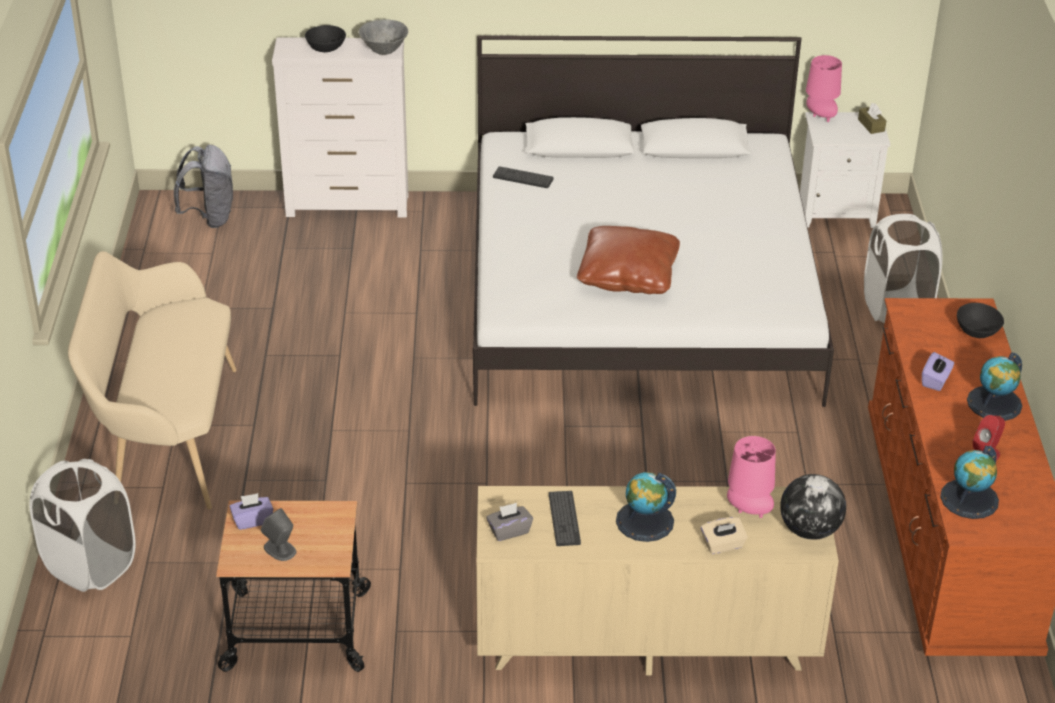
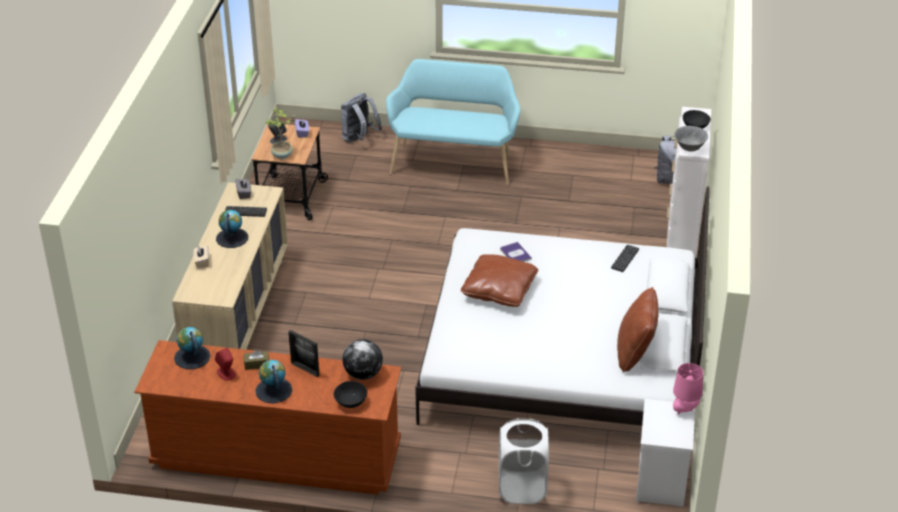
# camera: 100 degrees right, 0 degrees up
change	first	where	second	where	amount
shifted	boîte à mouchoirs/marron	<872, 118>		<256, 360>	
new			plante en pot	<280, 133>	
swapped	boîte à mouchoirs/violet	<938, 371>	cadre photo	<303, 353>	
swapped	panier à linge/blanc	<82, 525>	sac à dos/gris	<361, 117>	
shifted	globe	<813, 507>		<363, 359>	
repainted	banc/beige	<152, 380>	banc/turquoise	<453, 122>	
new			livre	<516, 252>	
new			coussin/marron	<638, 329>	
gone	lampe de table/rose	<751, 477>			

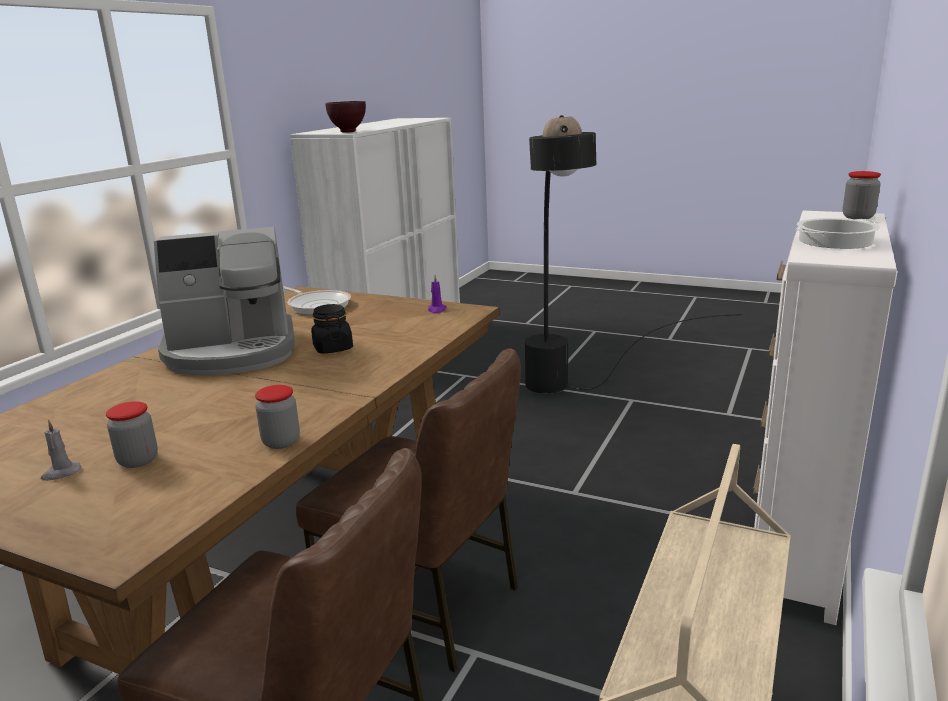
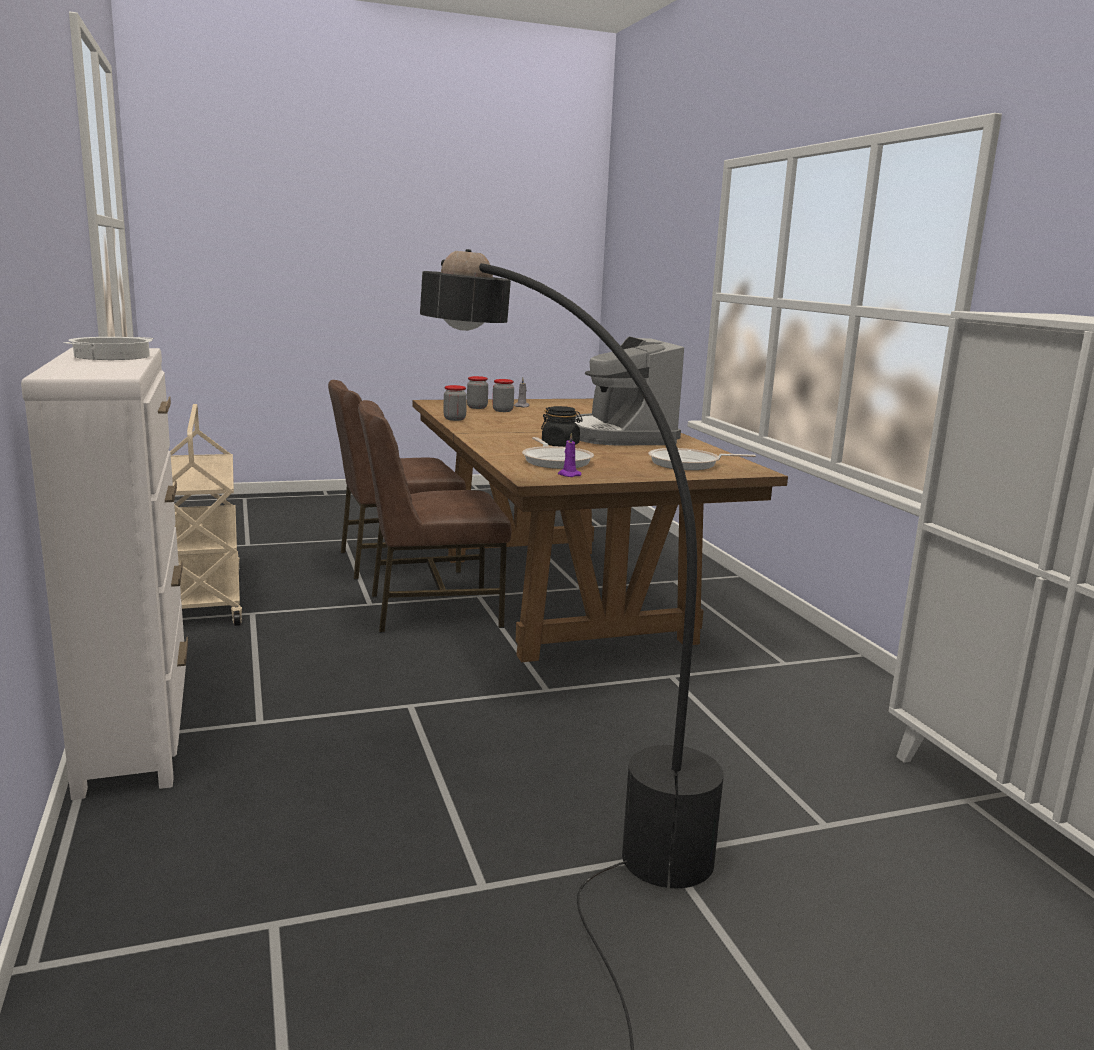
# camera: 135 degrees right, 5 degrees down
change	first	where	second	where	amount
shifted	bocal	<862, 195>		<477, 392>	
new			poêle	<558, 453>	
rotated	machine à café	<224, 301>		<629, 390>	45 degrees counterclockwise
gone	bol/marron	<345, 117>			

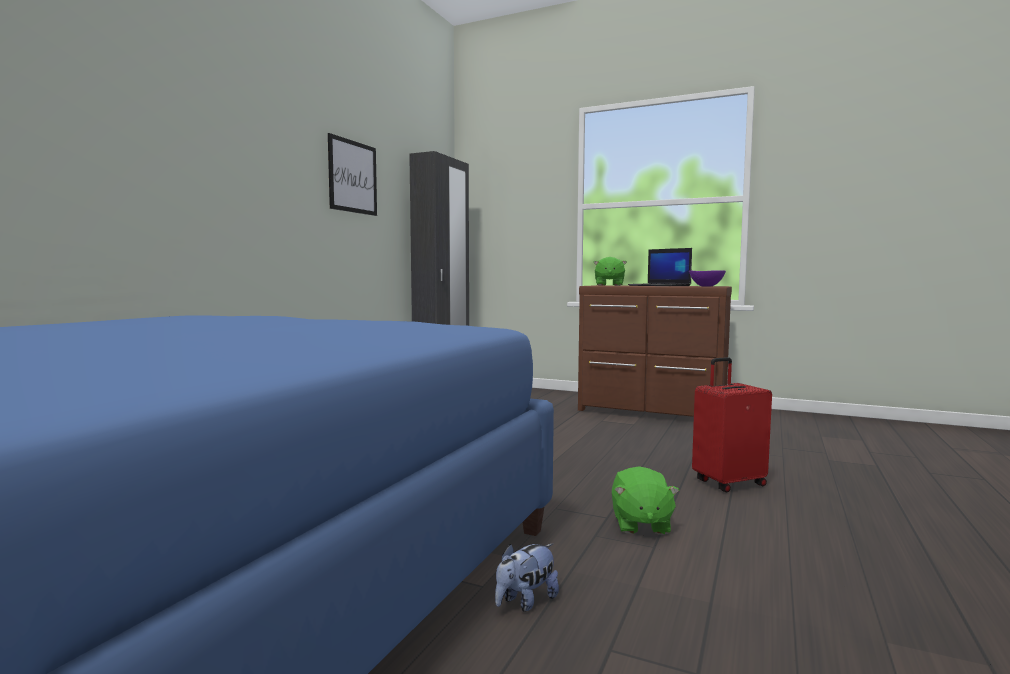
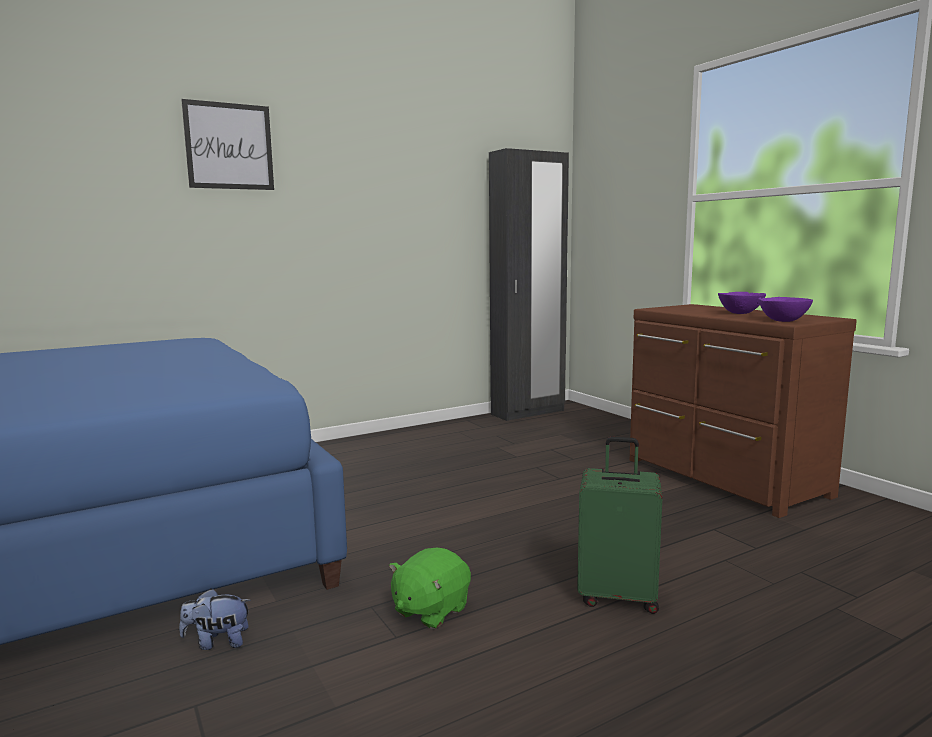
# camera: 35 degrees right, 5 degrees up
change	first	where	second	where	amount
shifted	tableau	<352, 174>		<227, 144>	
repainted	valise/rouge	<732, 424>	valise/vert	<619, 525>	
swapped	ordinateur portable	<660, 267>	bol/violet	<742, 303>	
gone	peluche/vert	<610, 271>			

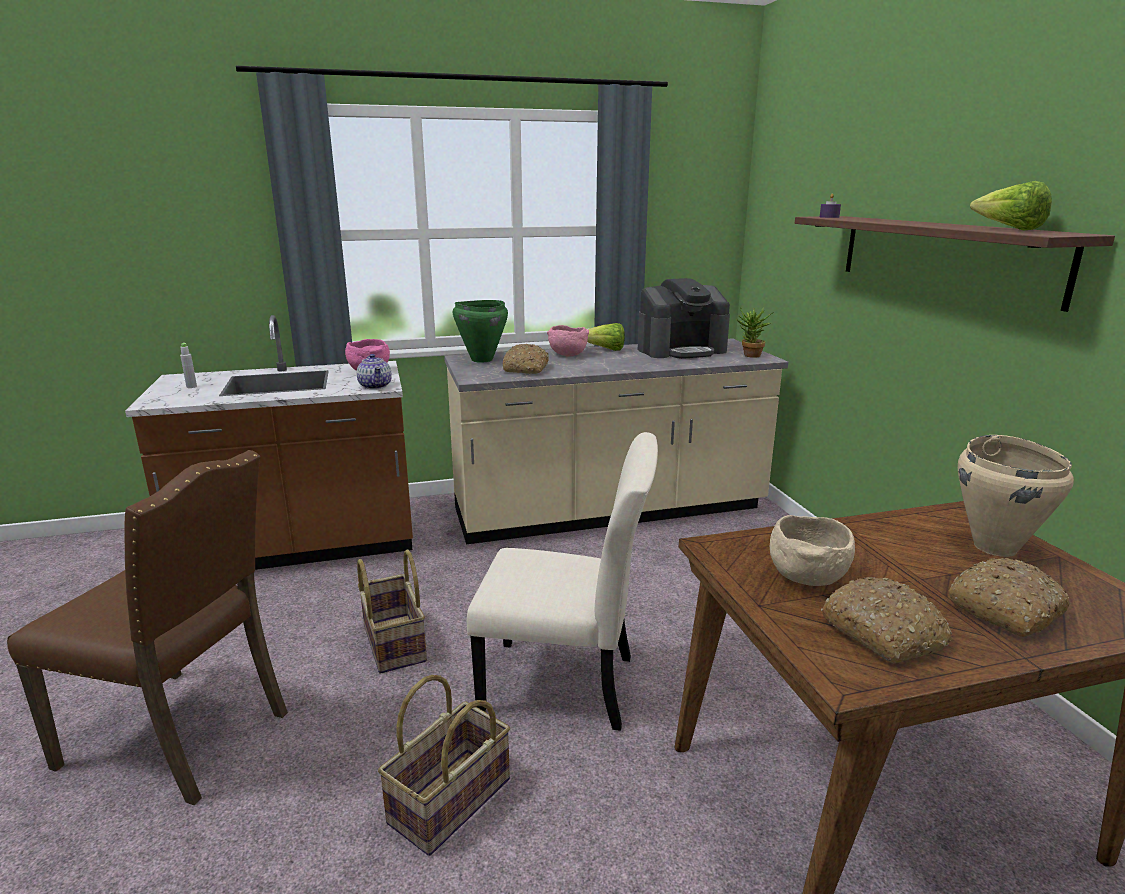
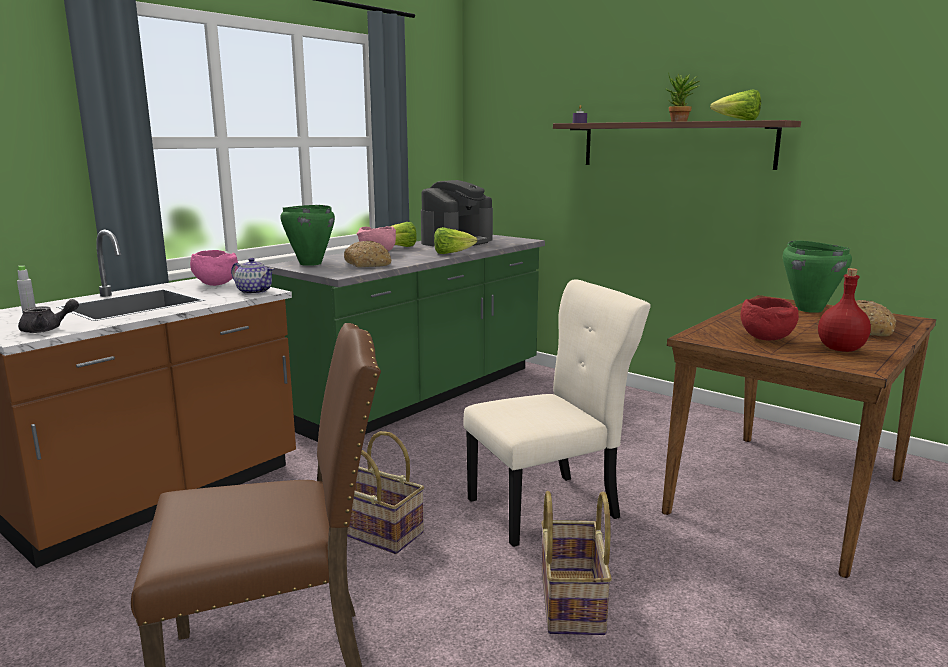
# camera: 35 degrees left, 5 degrees down
change	first	where	second	where	amount
new			théière/gris	<48, 316>	
repainted	comptoir de cuisine/beige	<616, 441>	comptoir de cuisine/vert	<404, 338>	
new			laitue	<455, 240>	
shifted	plante en pot	<755, 332>		<682, 98>	
repainted	bol/beige	<812, 550>	bol/rouge	<769, 319>	
repainted	marmite/beige	<1016, 496>	marmite/vert	<817, 276>	
swapped	pain	<886, 620>	bouteille/rouge	<844, 310>	

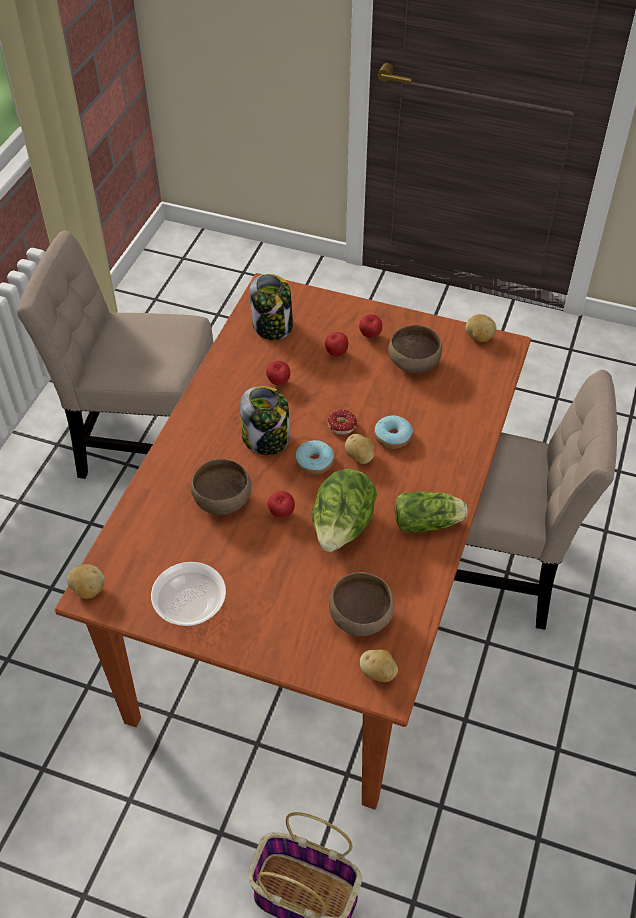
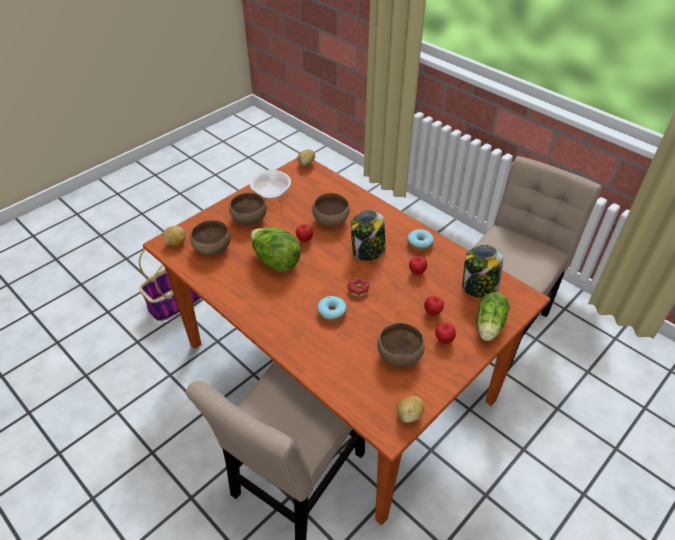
# camera: 115 degrees right, 5 degrees down
change	first	where	second	where	amount
new			bol/marron	<248, 209>	
shifted	beignet	<314, 457>		<420, 240>	
shifted	laitue	<431, 512>		<493, 317>	
gone	pomme de terre	<359, 449>			

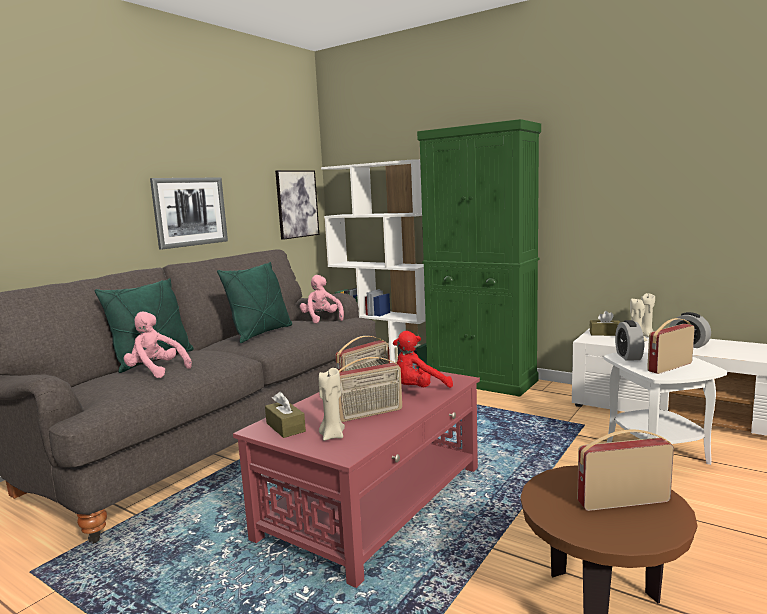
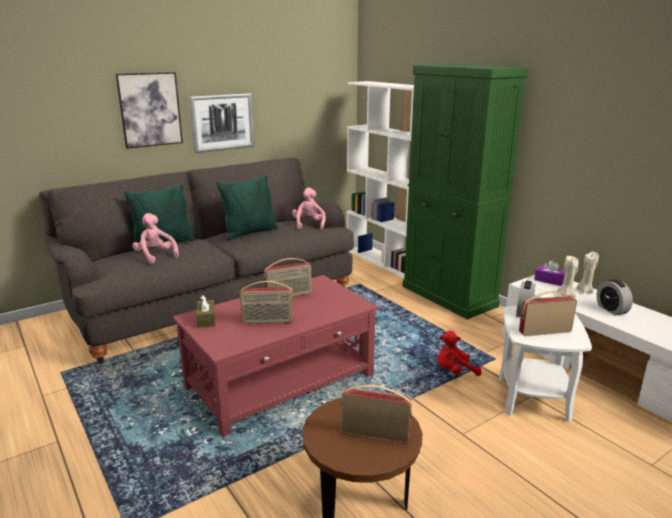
# camera: 20 degrees right, 10 degrees up
change	first	where	second	where	amount
shifted	tableau	<297, 205>		<149, 110>	
shifted	peluche/rouge	<423, 359>		<459, 353>	
repainted	boîte à mouchoirs/marron	<604, 323>	boîte à mouchoirs/violet	<549, 273>	
gone	bougie/beige	<332, 404>			

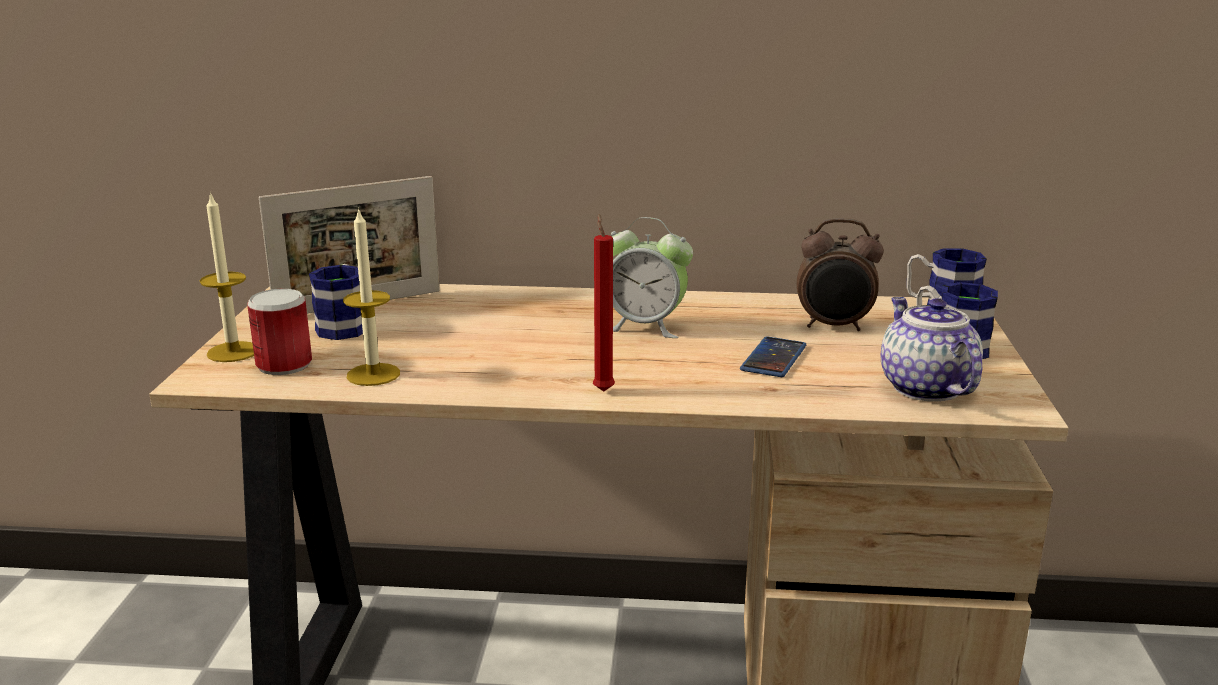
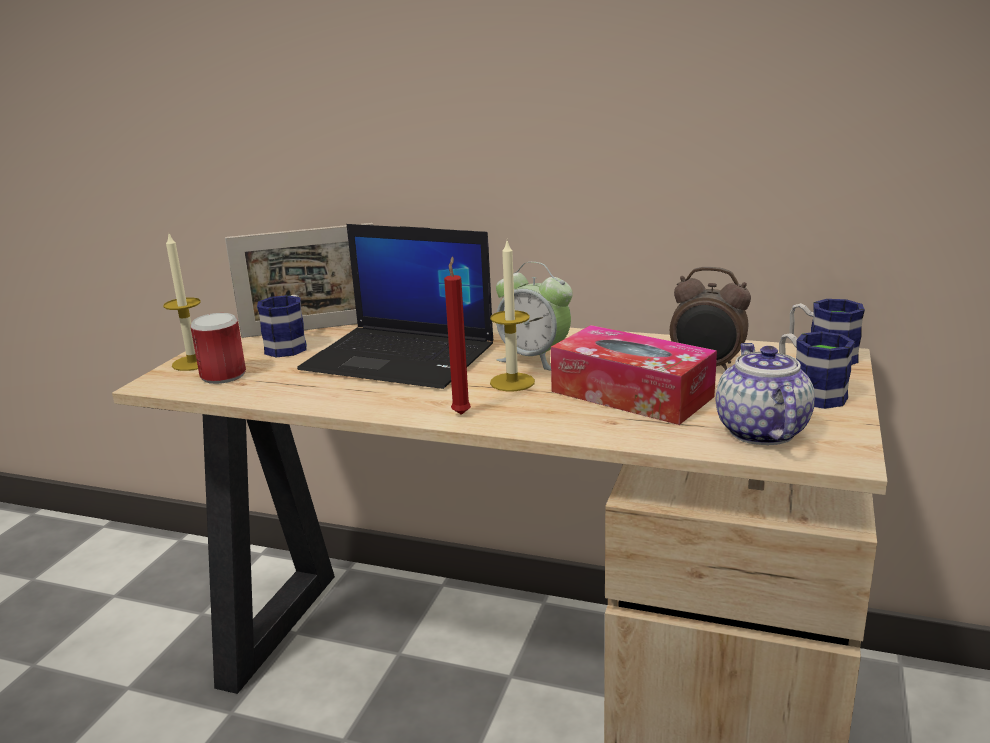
# camera: 15 degrees right, 0 degrees up
change	first	where	second	where	amount
new			ordinateur portable	<395, 306>	
shifted	bougie	<371, 296>		<512, 316>	
swapped	téléphone	<773, 356>	boîte à mouchoirs	<634, 375>	

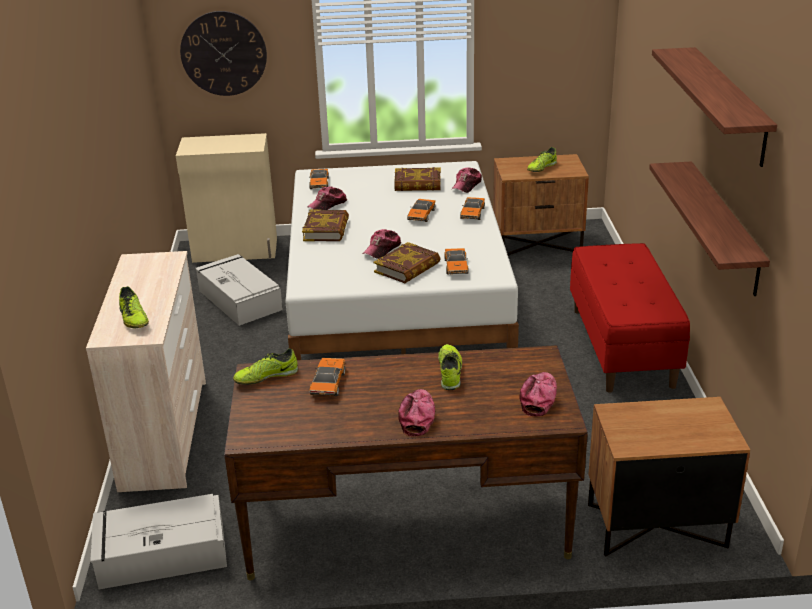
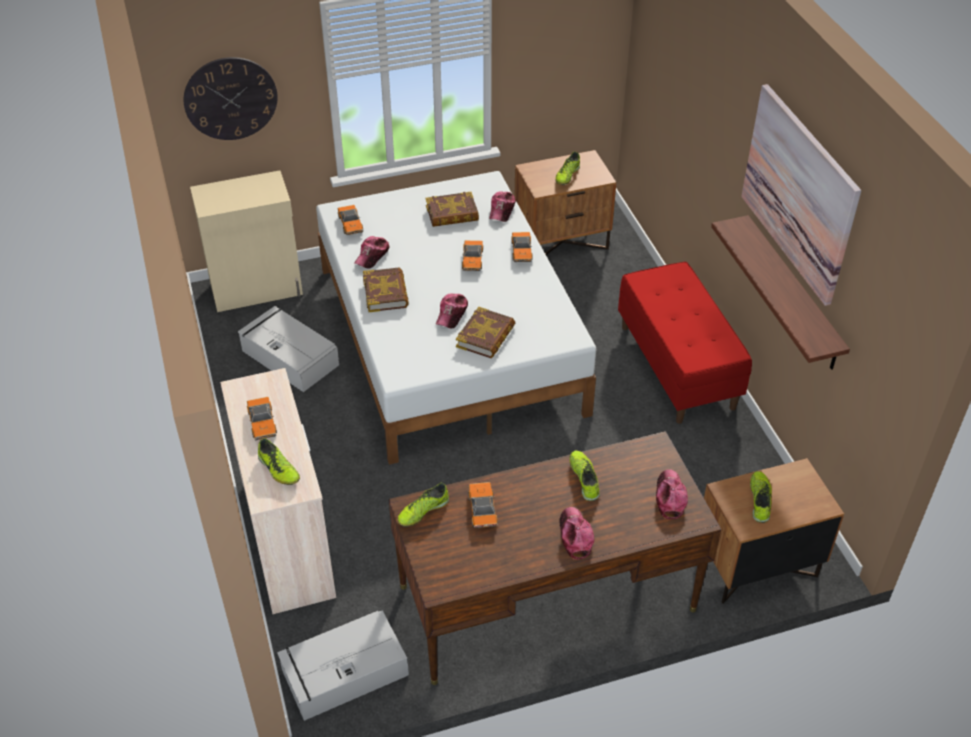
# camera: 15 degrees left, 15 degrees up
change	first	where	second	where	amount
shifted	petite voiture	<456, 261>		<262, 418>	
swapped	étagère	<714, 107>	tableau	<801, 195>	
new			chaussure	<761, 497>	

